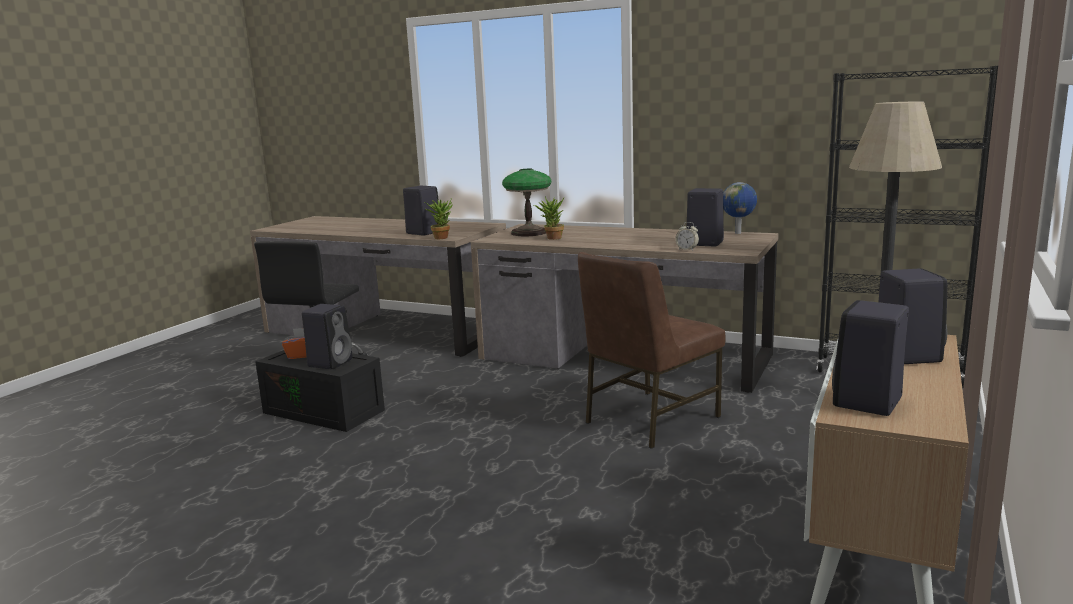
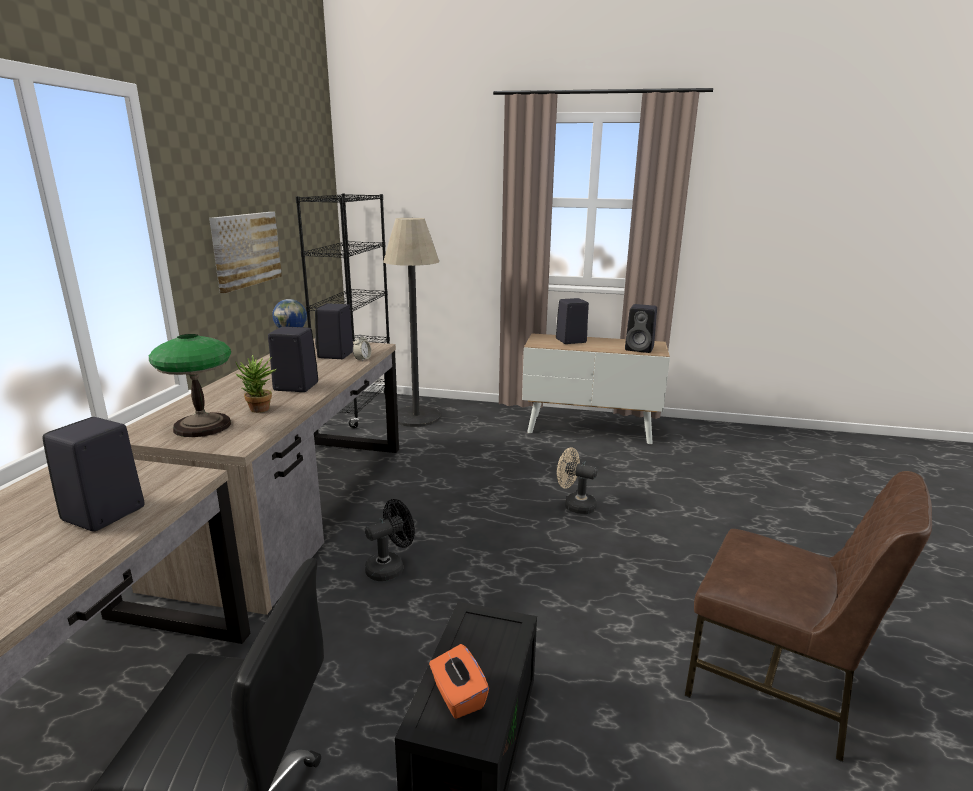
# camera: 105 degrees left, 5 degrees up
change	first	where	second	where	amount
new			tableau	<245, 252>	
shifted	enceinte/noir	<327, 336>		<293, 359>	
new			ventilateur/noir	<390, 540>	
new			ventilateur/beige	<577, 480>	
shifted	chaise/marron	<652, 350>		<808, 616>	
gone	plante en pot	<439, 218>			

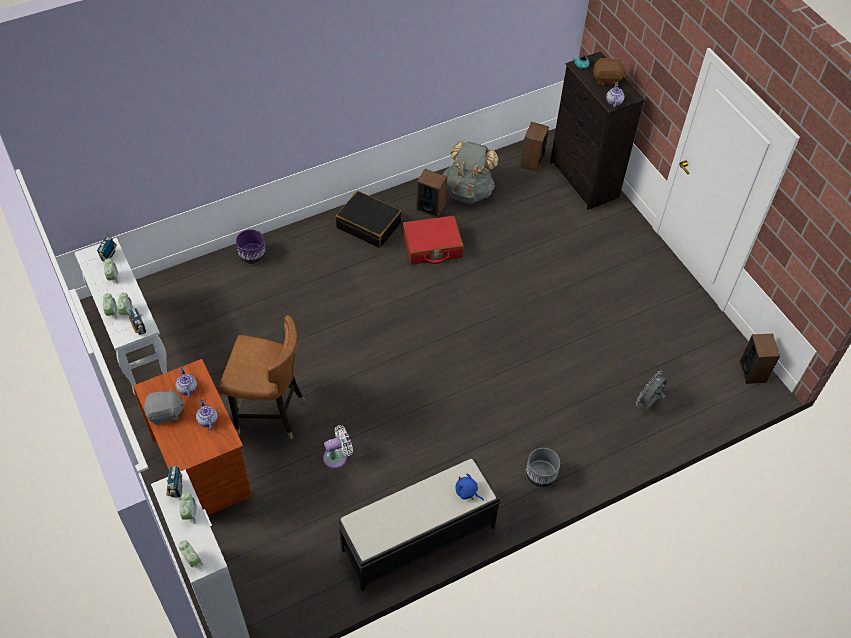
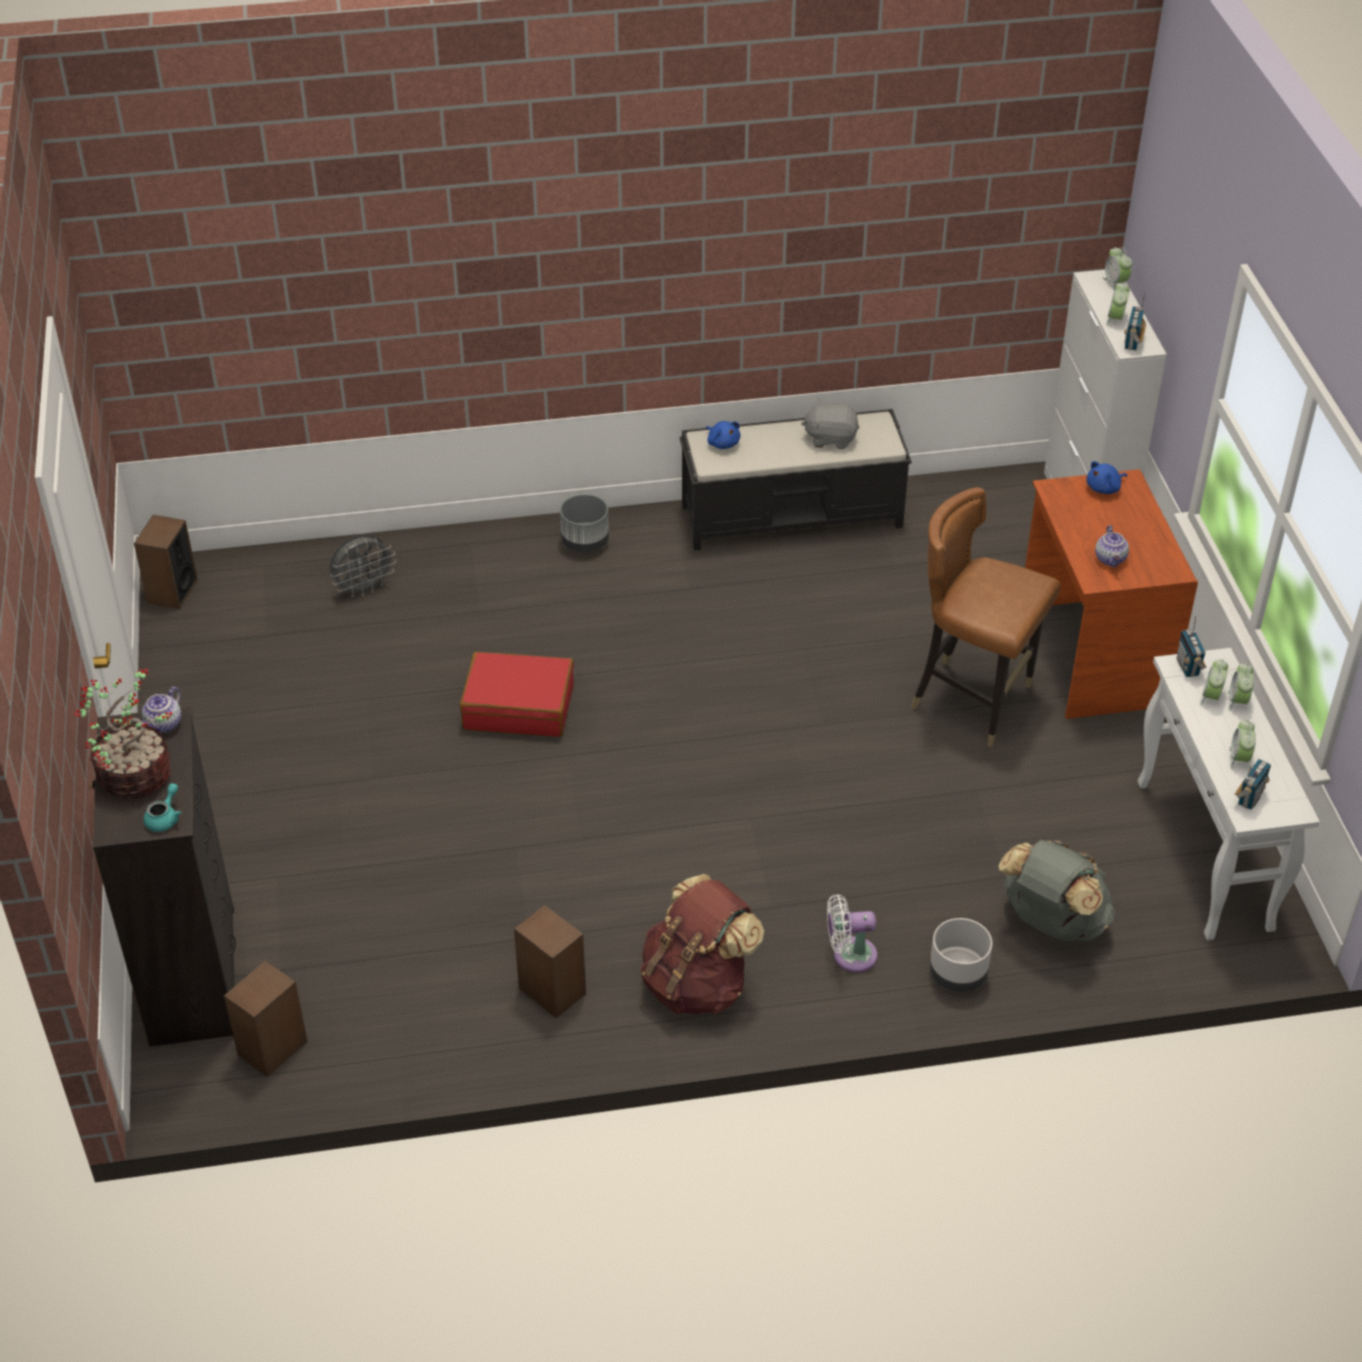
# camera: 160 degrees left, 10 degrees down
change	first	where	second	where	amount
swapped	peluche/marron	<610, 71>	plante en pot	<123, 734>	
shifted	valise/rouge	<433, 240>		<517, 694>	
swapped	valise/noir	<368, 219>	sac à dos/marron	<702, 944>	
shifted	peluche/gris	<164, 406>		<830, 424>	
shifted	ventilateur/blanc	<338, 447>		<852, 933>	
repainted	cache-pot/violet	<251, 246>	cache-pot/gris	<961, 955>	
shifted	sac à dos/gris	<470, 172>		<1057, 890>	
new			peluche/bleu	<1107, 477>	
gone	théière	<207, 415>			

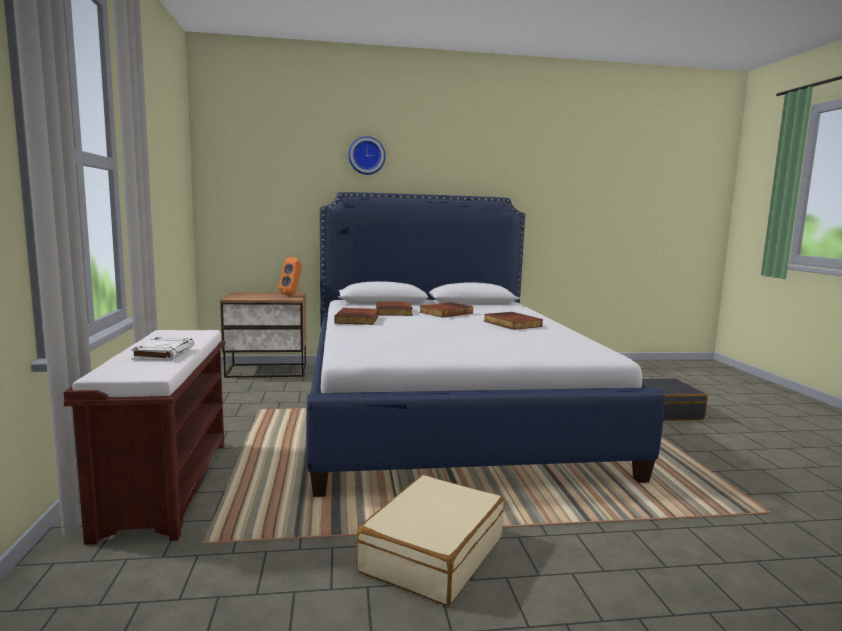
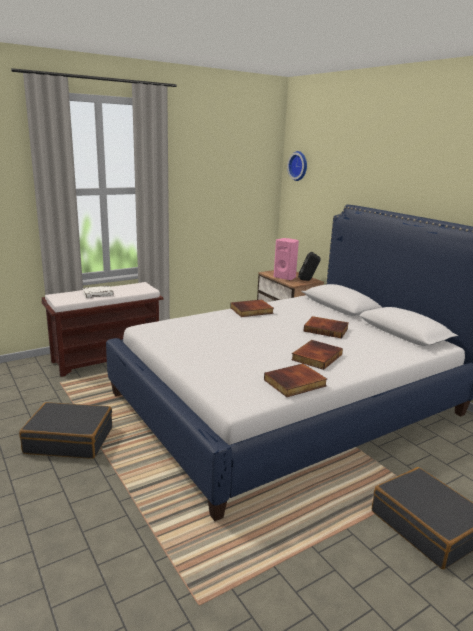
# camera: 65 degrees right, 10 degrees up
change	first	where	second	where	amount
repainted	valise/beige	<430, 540>	valise/noir	<65, 430>	
shifted	livre	<394, 308>		<295, 380>	
new			enceinte/rose	<286, 259>	
shifted	horloge murale	<367, 155>		<297, 166>	
repainted	enceinte/orange	<290, 276>	enceinte/noir	<309, 266>	

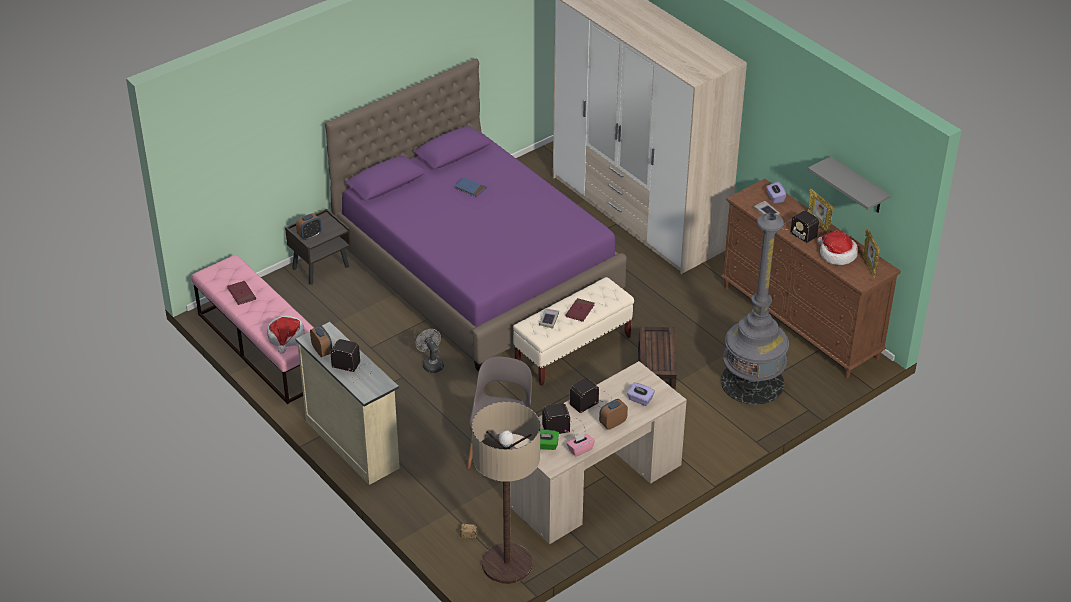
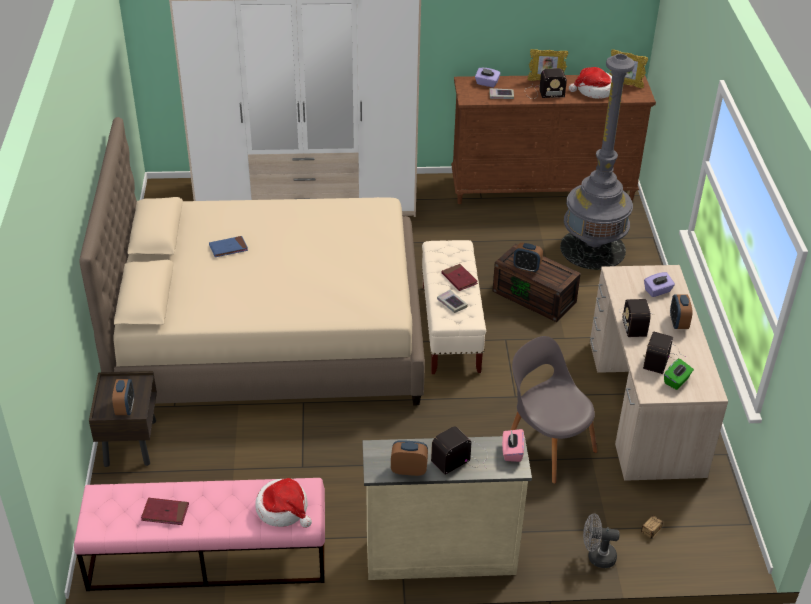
# camera: 55 degrees left, 0 degrees up
change	first	where	second	where	amount
repainted	lit/violet	<476, 215>	lit/beige	<252, 261>	
shifted	boîte à mouchoirs/rose	<580, 445>		<513, 445>	
new			réveil	<528, 258>	
shifted	ventilateur/gris	<429, 351>		<601, 541>	
gone	lampadaire	<506, 493>			
gone	étagère/gris	<849, 184>			

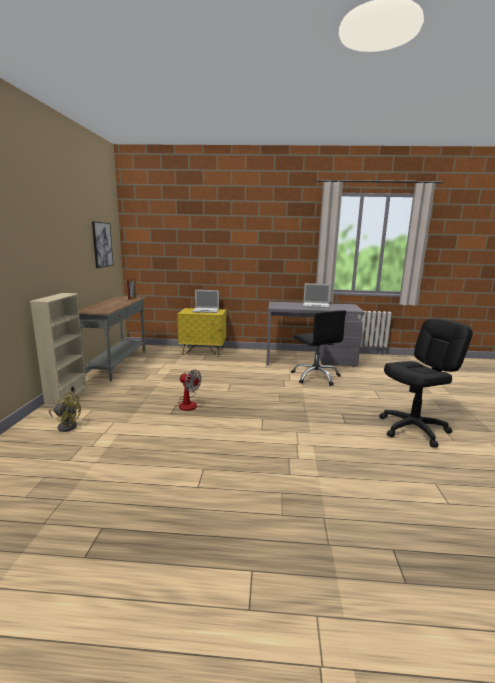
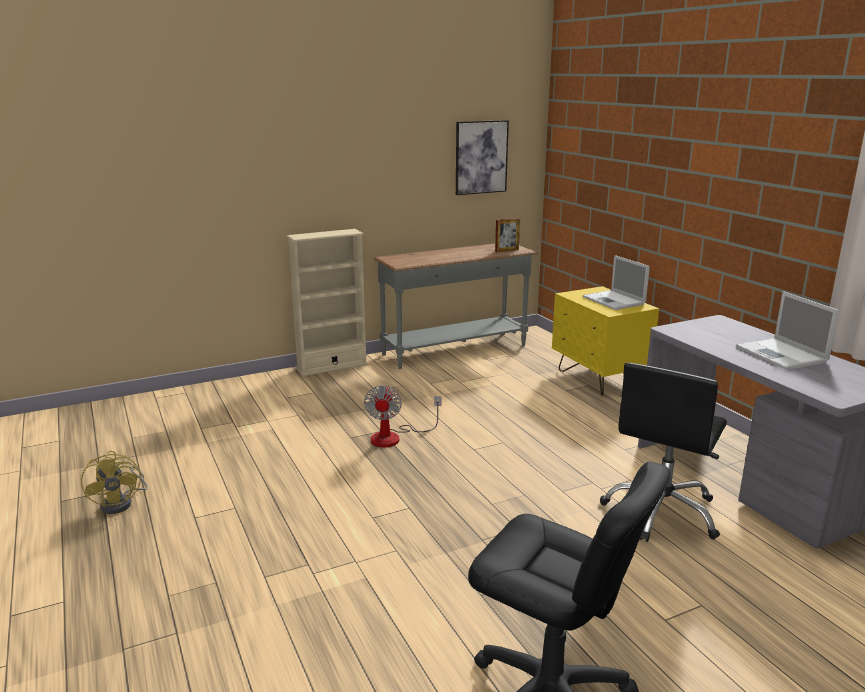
# camera: 60 degrees right, 5 degrees up
change	first	where	second	where	amount
shifted	ventilateur/jaune	<65, 412>		<114, 482>	

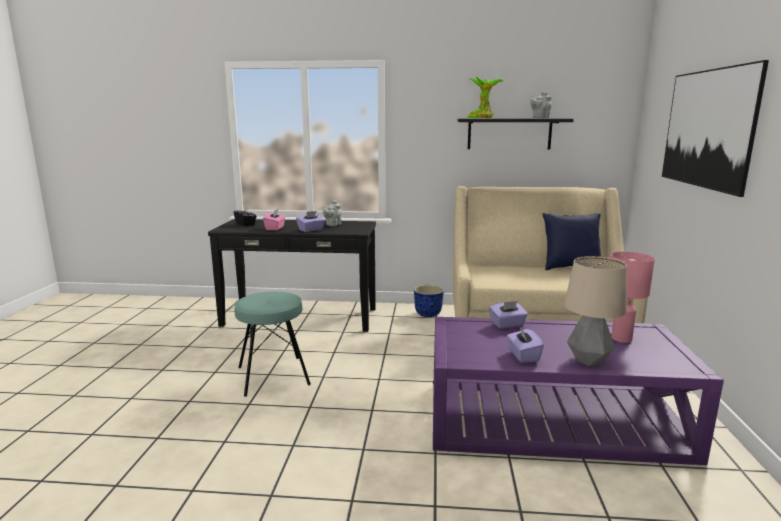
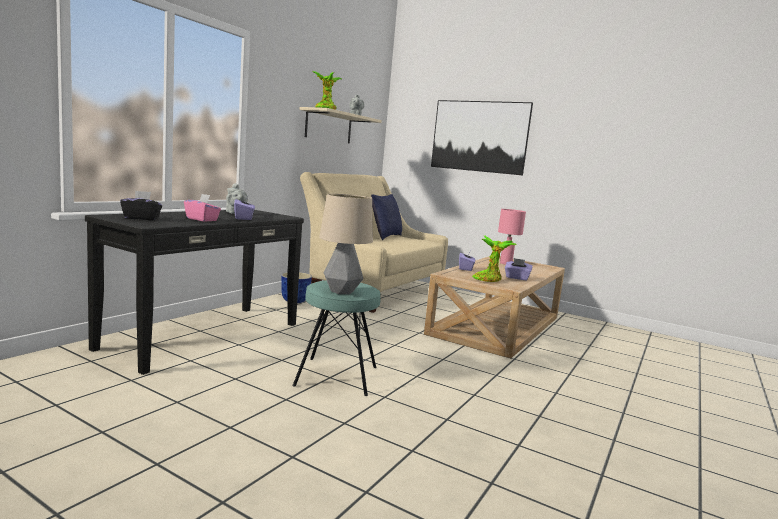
# camera: 65 degrees left, 5 degrees down
change	first	where	second	where	amount
repainted	étagère/noir	<515, 134>	étagère/beige	<340, 125>	
shifted	lampe de table	<595, 311>		<346, 244>	
repainted	table basse/violet	<578, 391>	table basse/beige	<494, 307>	
new			plante en pot	<494, 259>	

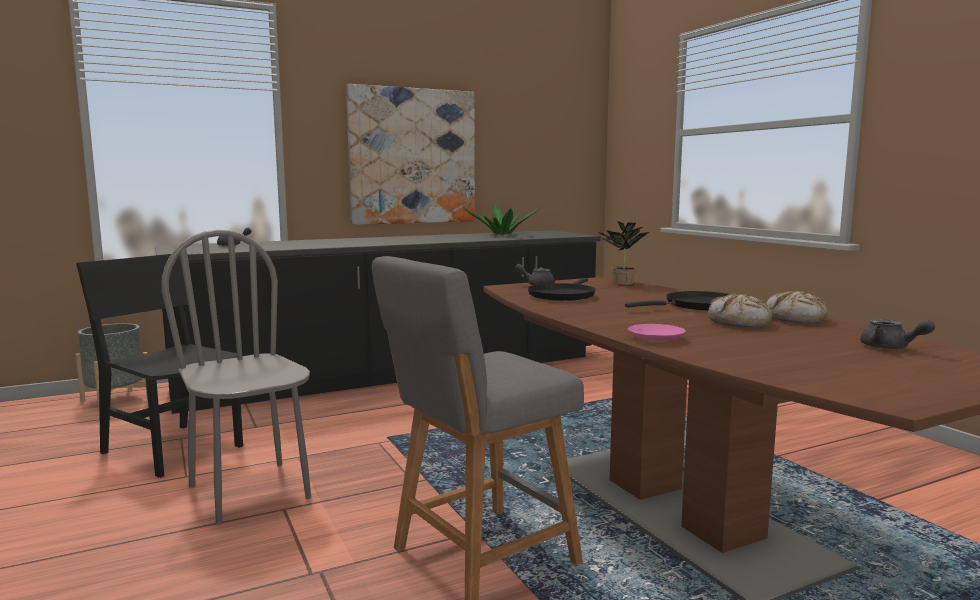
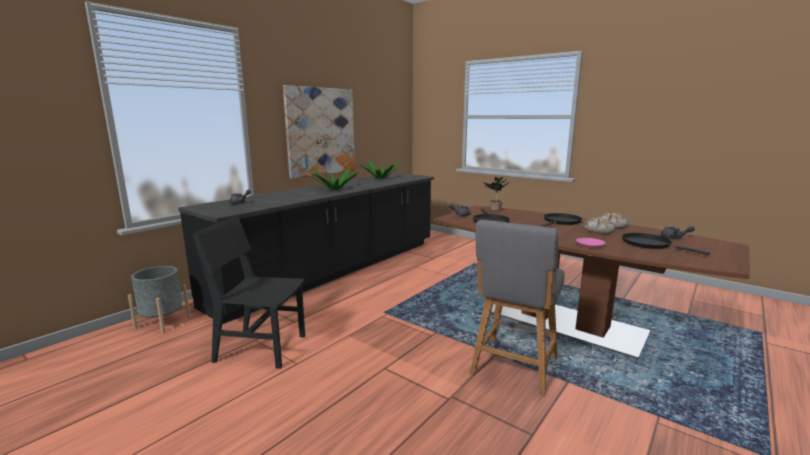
# camera: 25 degrees left, 5 degrees up
change	first	where	second	where	amount
new			plante en pot	<335, 178>	
new			poêle/noir	<666, 244>	
gone	chaise/gris	<236, 377>			

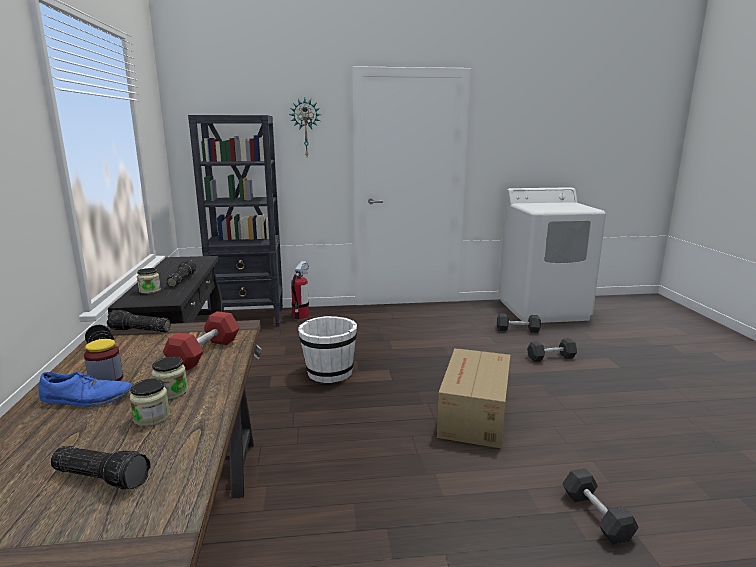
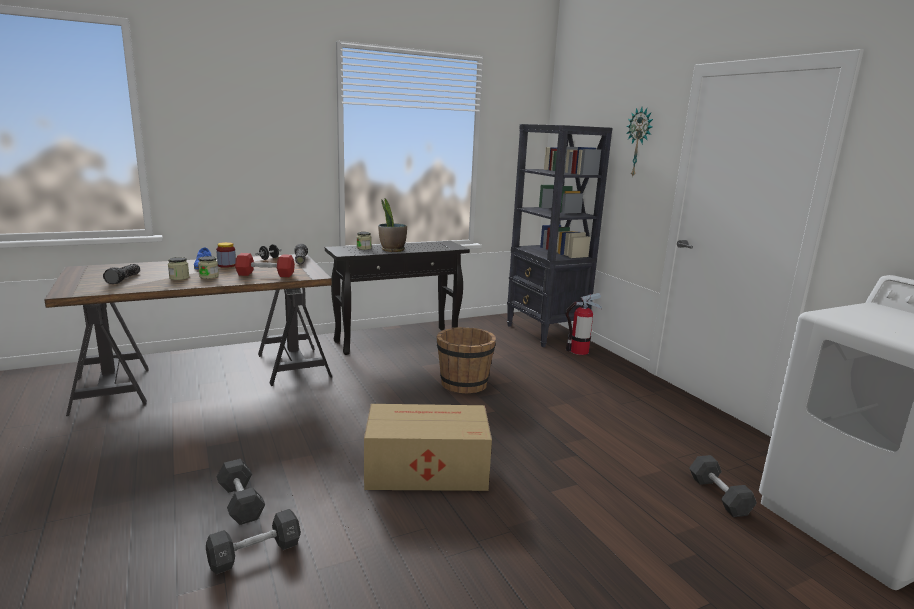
# camera: 70 degrees right, 0 degrees up
change	first	where	second	where	amount
shifted	haltère/noir	<552, 350>		<241, 492>	
swapped	lampe de poche	<181, 273>	plante en pot	<392, 225>	
repainted	seau/blanc	<327, 349>	seau/marron	<466, 360>	

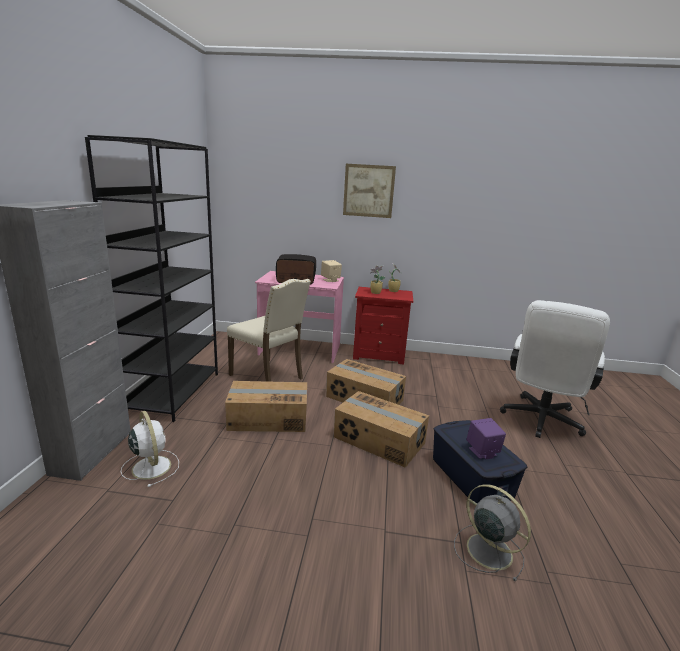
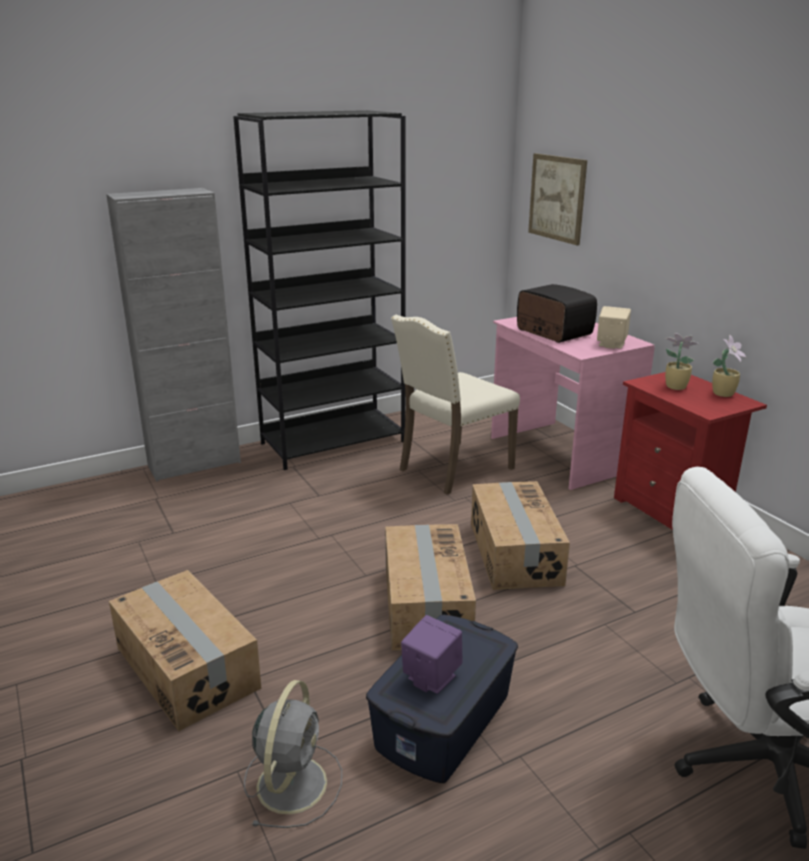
# camera: 55 degrees right, 5 degrees up
change	first	where	second	where	amount
shifted	carton	<266, 406>		<185, 650>	
rotated	chaise/beige	<269, 330>		<455, 405>	45 degrees clockwise
shifted	tableau	<369, 191>		<557, 199>	
gone	ventilateur/blanc	<150, 449>			

